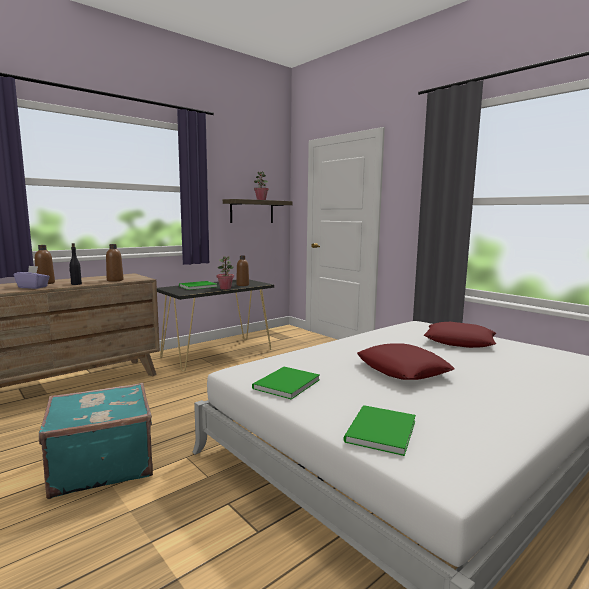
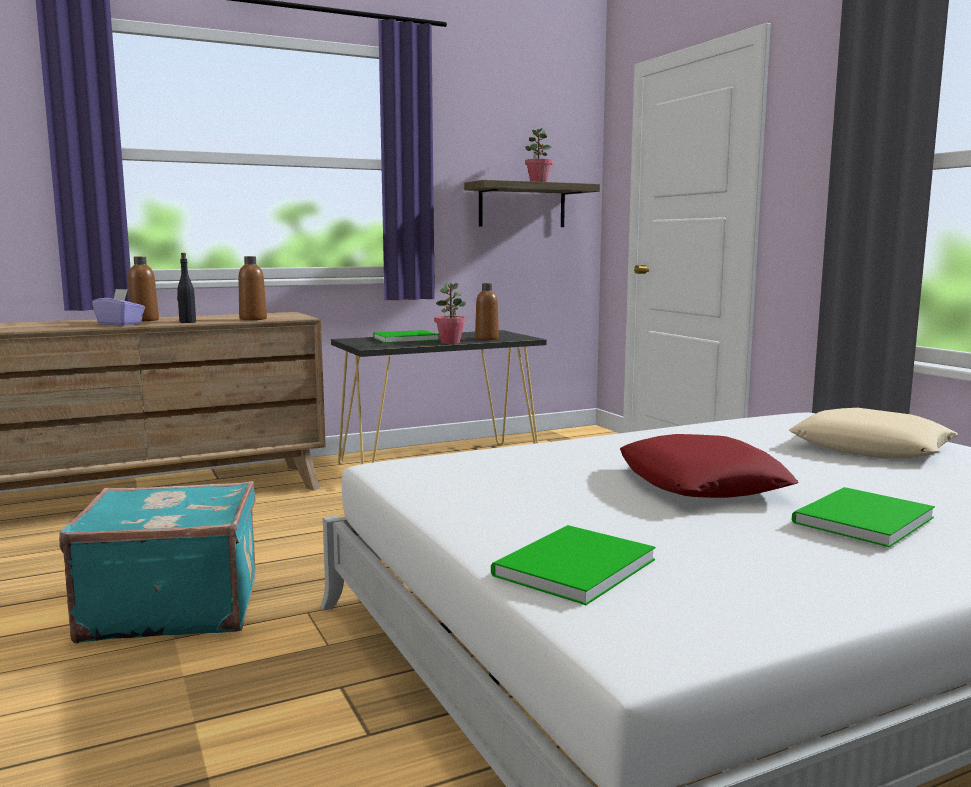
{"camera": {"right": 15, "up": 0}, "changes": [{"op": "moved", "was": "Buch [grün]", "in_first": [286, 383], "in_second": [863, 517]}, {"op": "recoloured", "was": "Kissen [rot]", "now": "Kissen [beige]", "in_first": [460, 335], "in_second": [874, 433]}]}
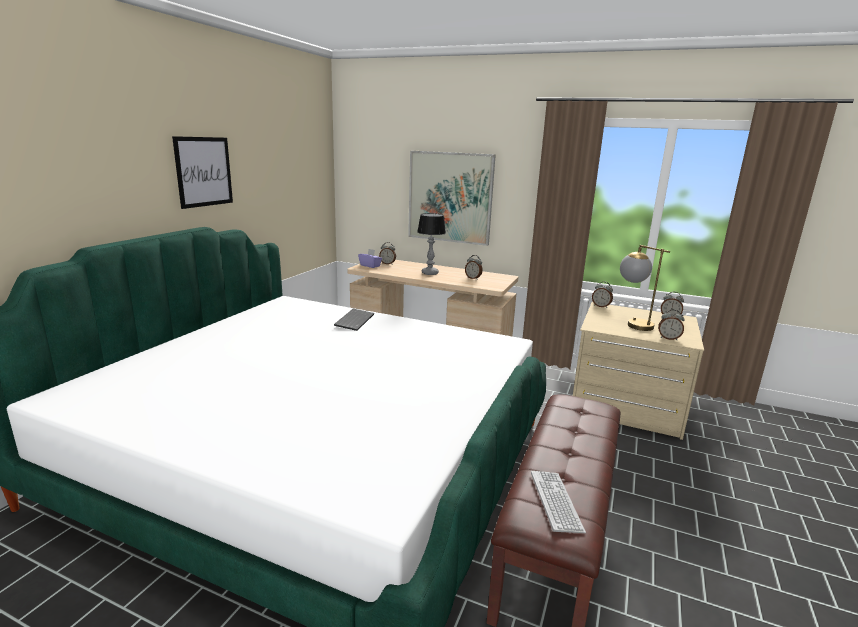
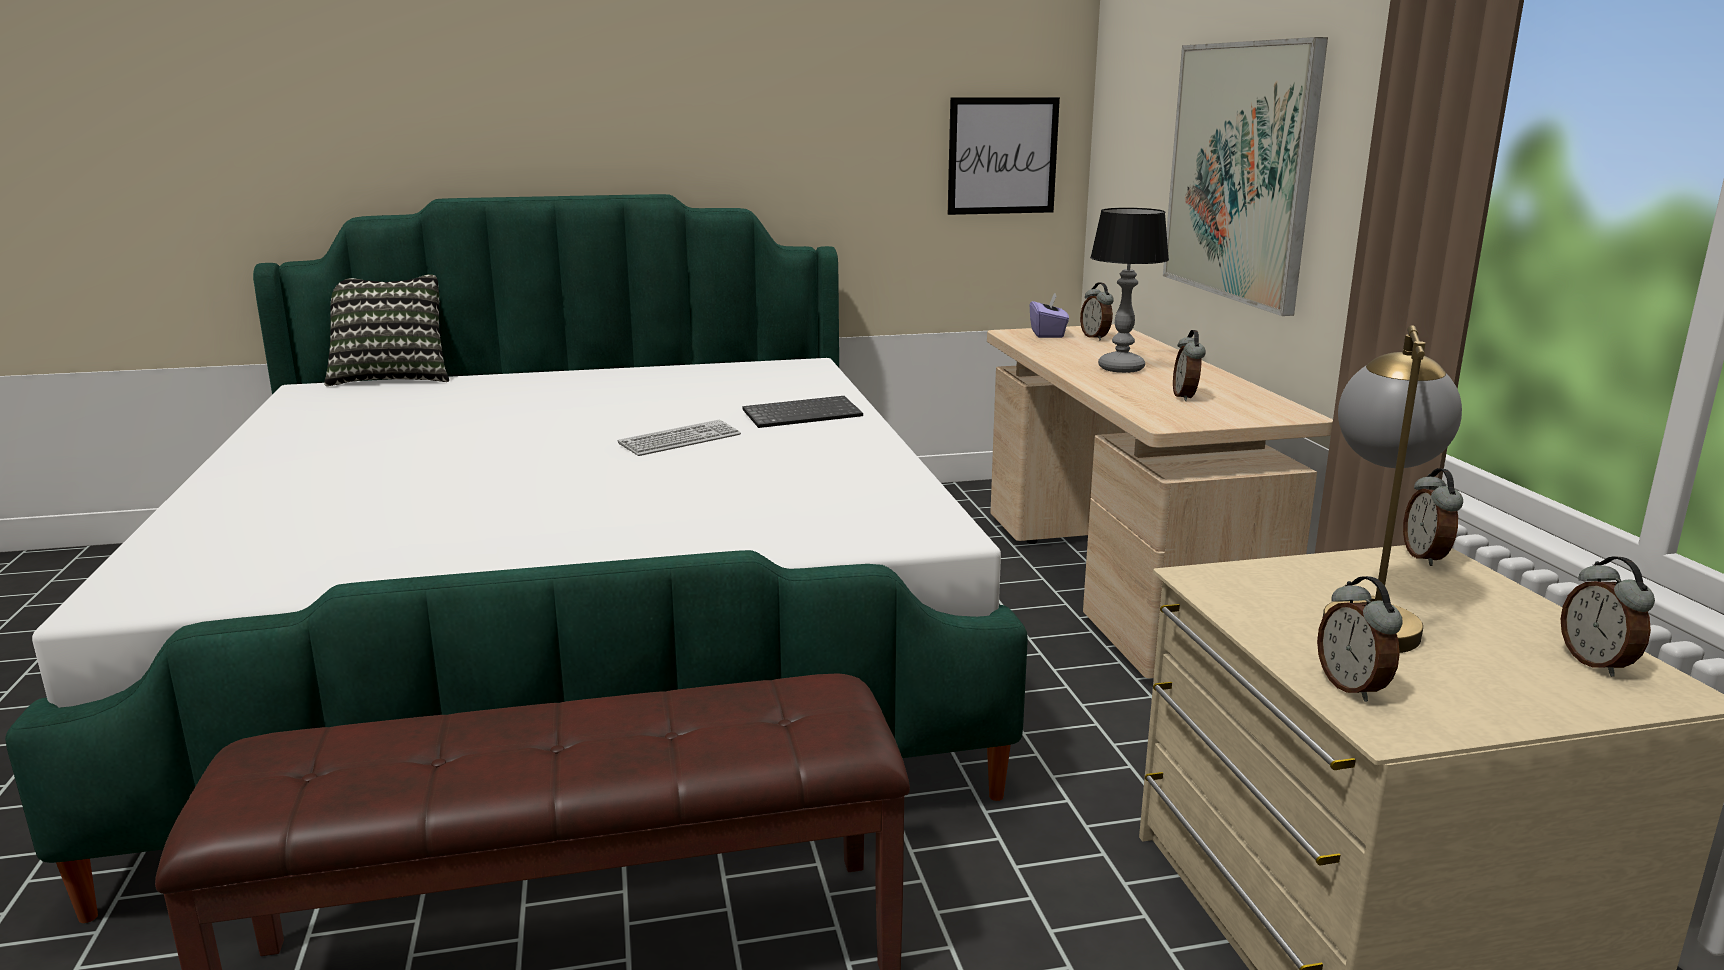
{"camera": {"right": 55, "up": 0}, "changes": [{"op": "moved", "was": "Bild", "in_first": [202, 172], "in_second": [1004, 156]}, {"op": "moved", "was": "Tastatur", "in_first": [558, 502], "in_second": [679, 438]}, {"op": "added", "now": "Kissen", "in_second": [386, 330]}]}
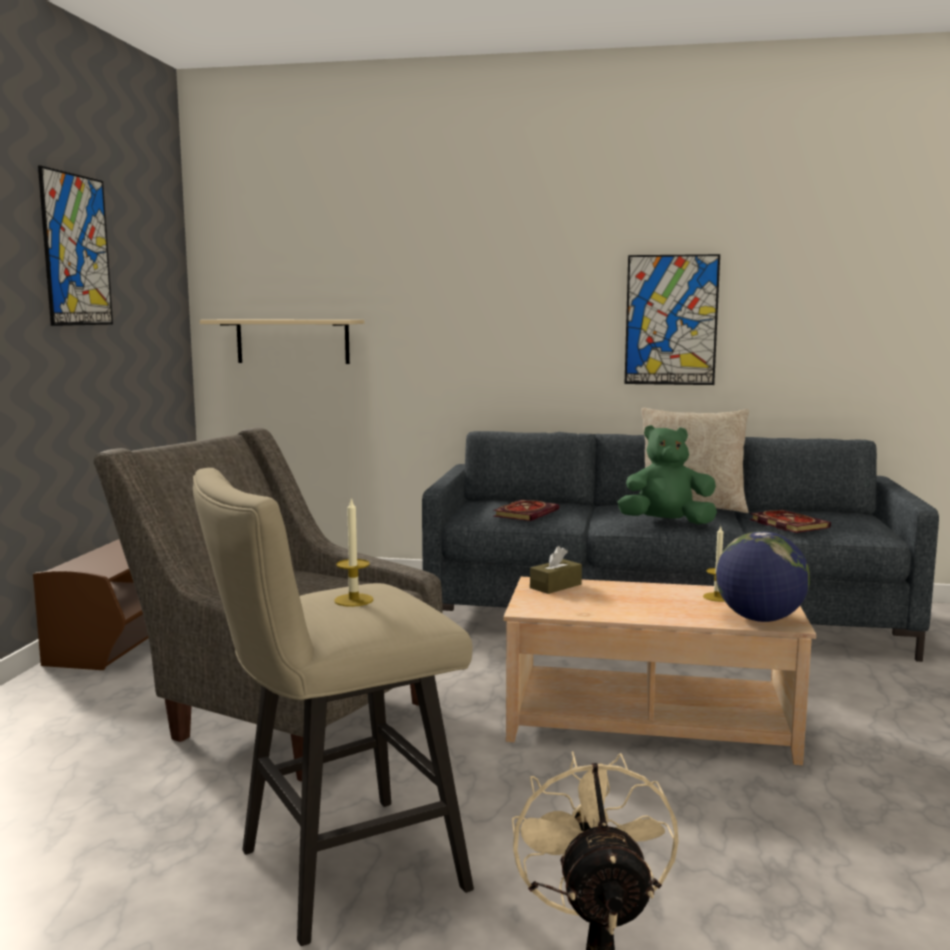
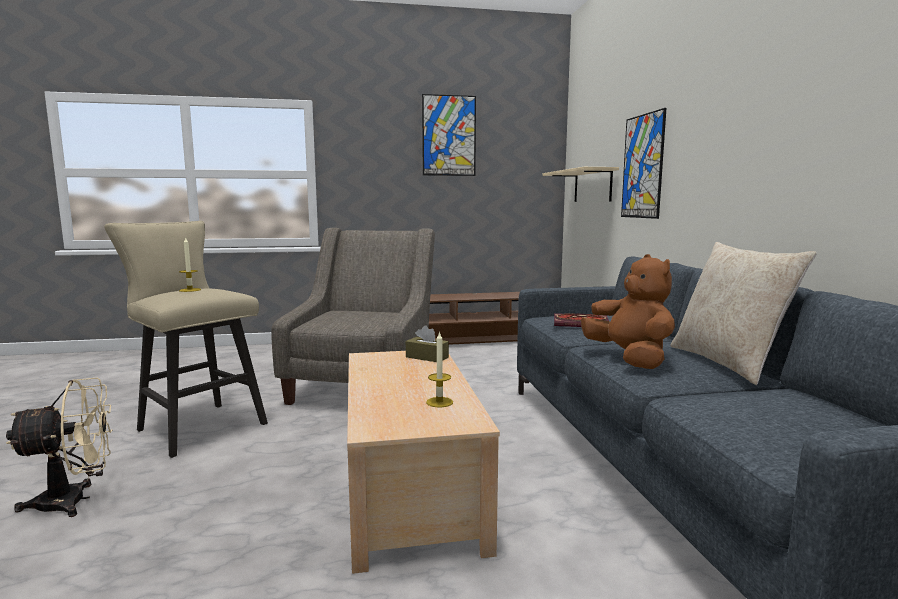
{"camera": {"right": 70, "up": 0}, "changes": [{"op": "recoloured", "was": "Plüschtier [grün]", "now": "Plüschtier [braun]", "in_first": [667, 475], "in_second": [628, 311]}, {"op": "moved", "was": "Bild", "in_first": [672, 319], "in_second": [643, 163]}, {"op": "removed", "was": "Globus", "in_first": [763, 576]}, {"op": "removed", "was": "Buch", "in_first": [790, 521]}]}
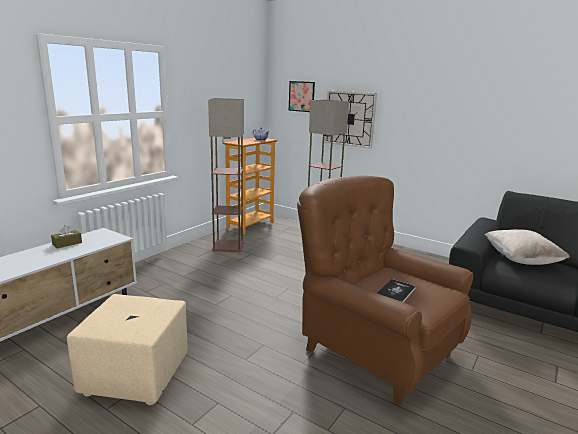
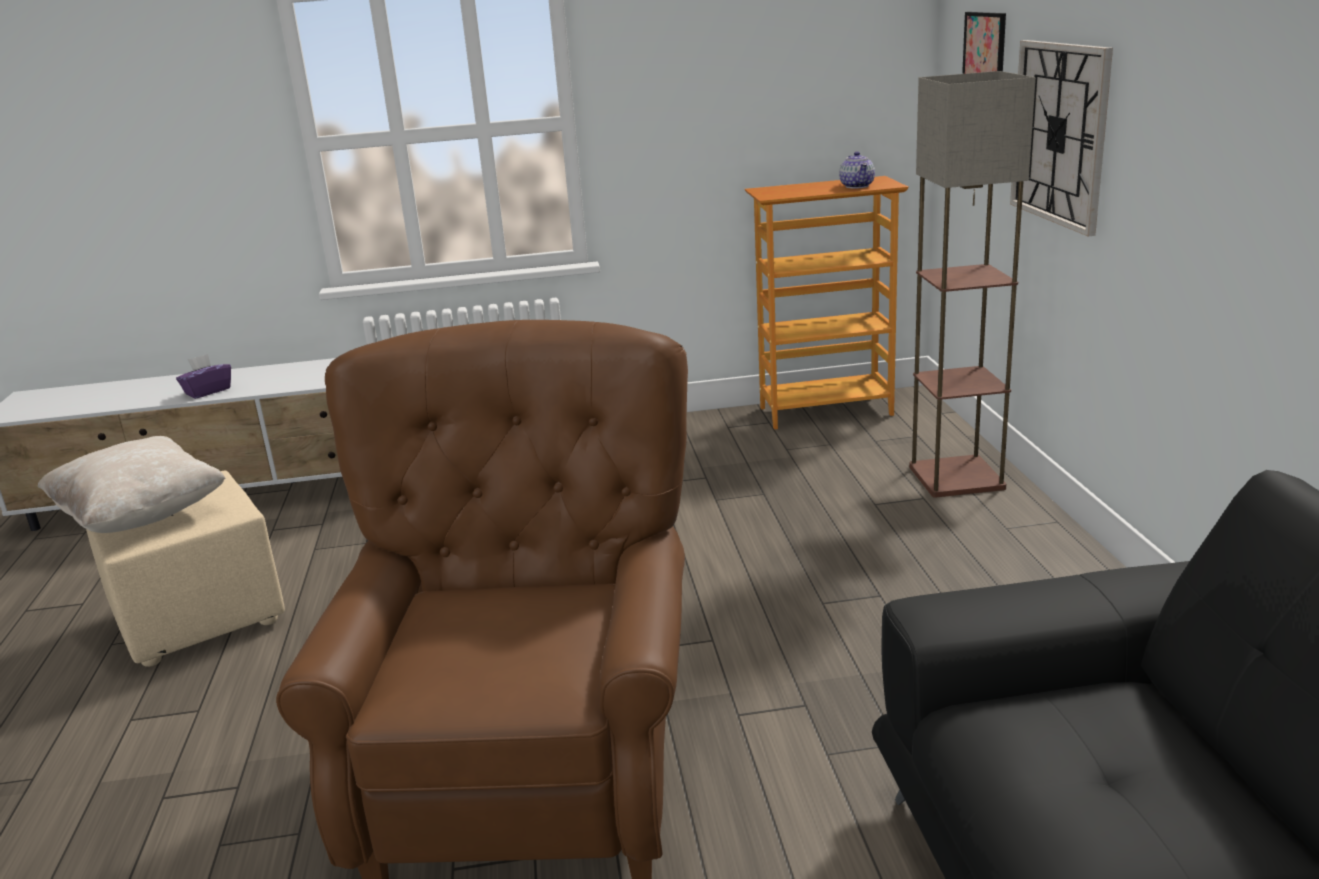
{"camera": {"right": 50, "up": 5}, "changes": [{"op": "removed", "was": "Taschentuchbox [braun]", "in_first": [66, 237]}, {"op": "removed", "was": "Stehlampe", "in_first": [226, 175]}, {"op": "removed", "was": "Buch", "in_first": [396, 290]}, {"op": "moved", "was": "Kissen [beige]", "in_first": [527, 247], "in_second": [131, 484]}, {"op": "added", "now": "Taschentuchbox [lila]", "in_second": [203, 376]}]}
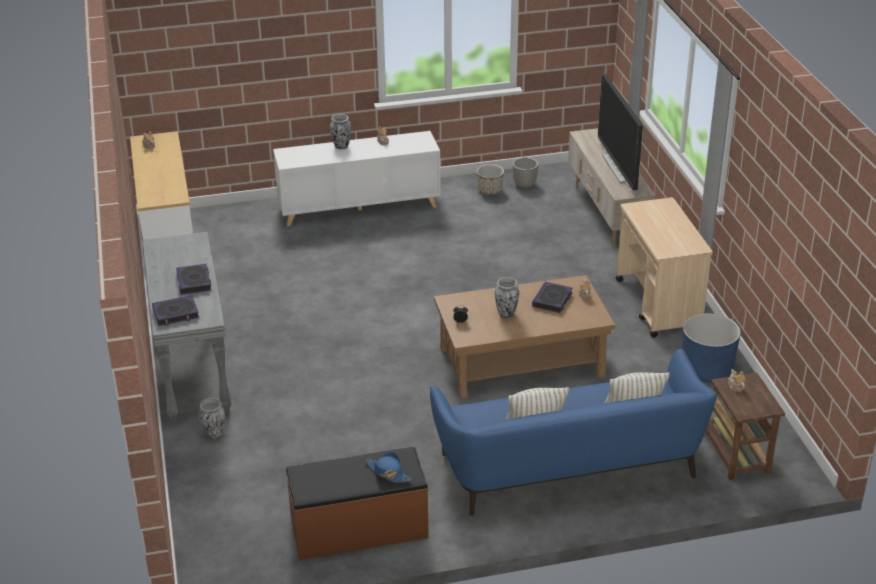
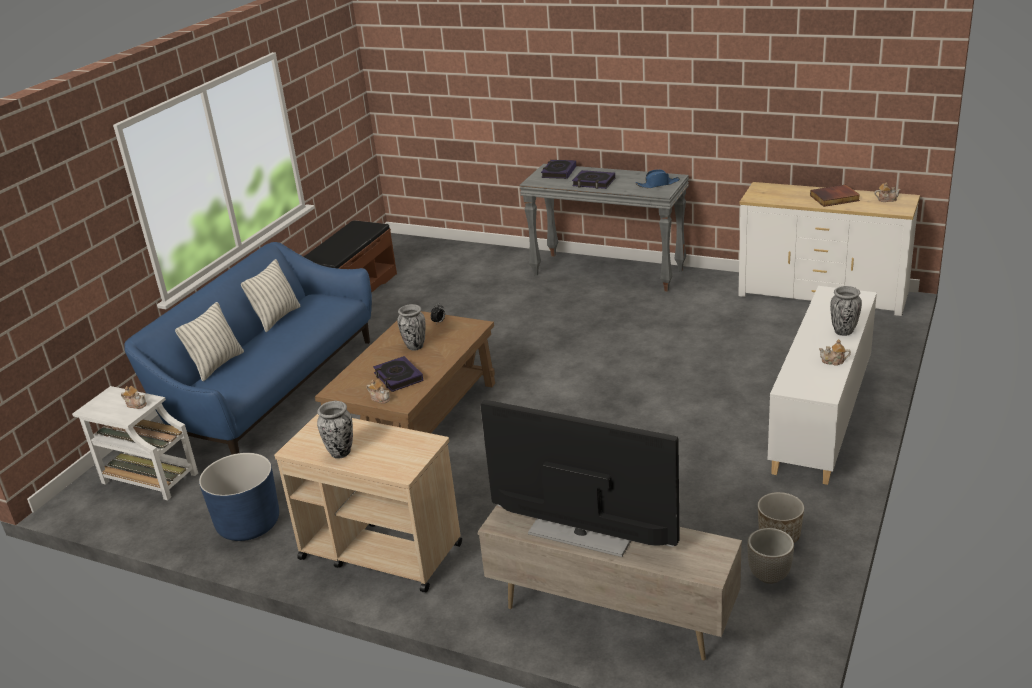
{"camera": {"right": 130, "up": -5}, "changes": [{"op": "moved", "was": "Vase", "in_first": [212, 419], "in_second": [335, 430]}, {"op": "moved", "was": "Hut [blau]", "in_first": [389, 467], "in_second": [657, 178]}, {"op": "recoloured", "was": "Beistelltisch [braun]", "now": "Beistelltisch [weiß]", "in_first": [745, 426], "in_second": [135, 443]}, {"op": "added", "now": "Buch", "in_second": [835, 195]}]}
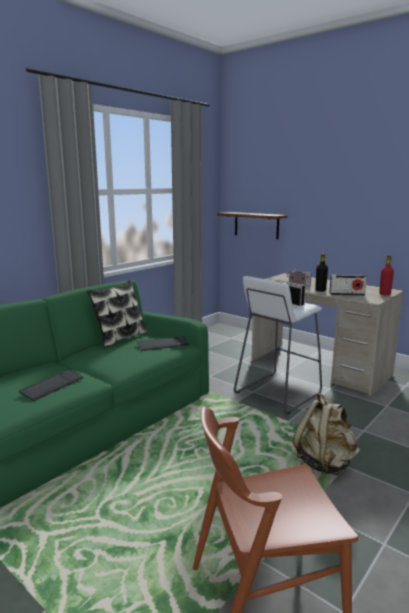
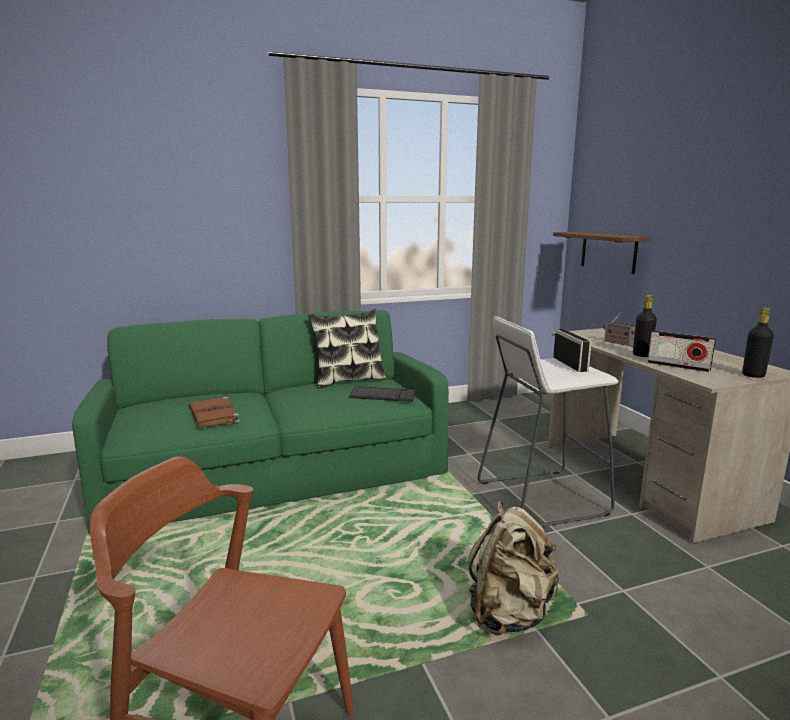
{"camera": {"right": 30, "up": 0}, "changes": [{"op": "replaced", "was": "Tastatur", "now": "Buch [braun]", "in_first": [51, 385], "in_second": [214, 412]}, {"op": "recoloured", "was": "Flasche [rot]", "now": "Flasche [schwarz]", "in_first": [386, 275], "in_second": [758, 343]}]}
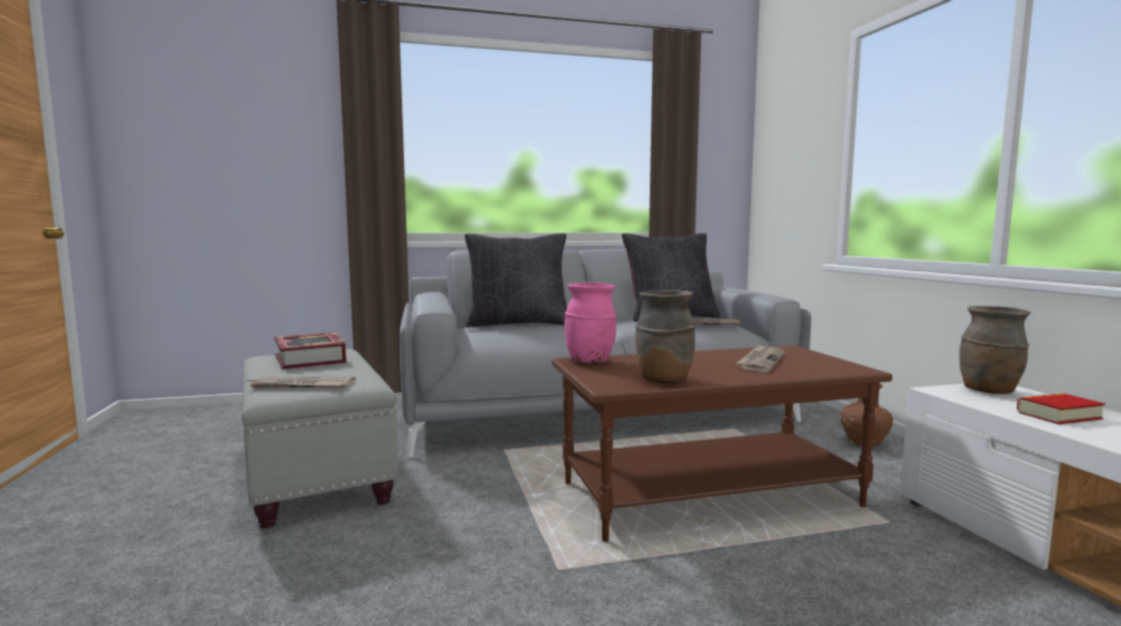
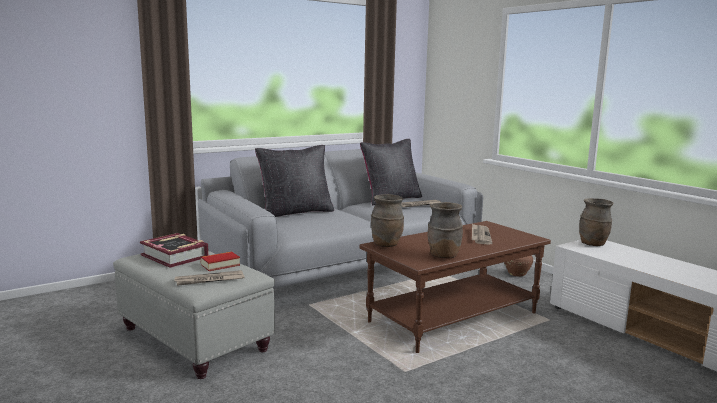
{"camera": {"right": -20, "up": 5}, "changes": [{"op": "recoloured", "was": "Vase [rosa]", "now": "Vase [braun]", "in_first": [590, 322], "in_second": [387, 220]}, {"op": "moved", "was": "Buch", "in_first": [1061, 408], "in_second": [220, 261]}]}
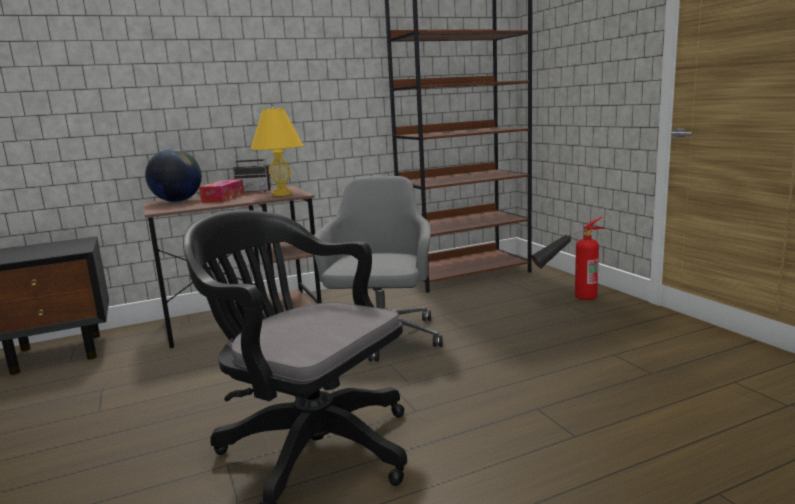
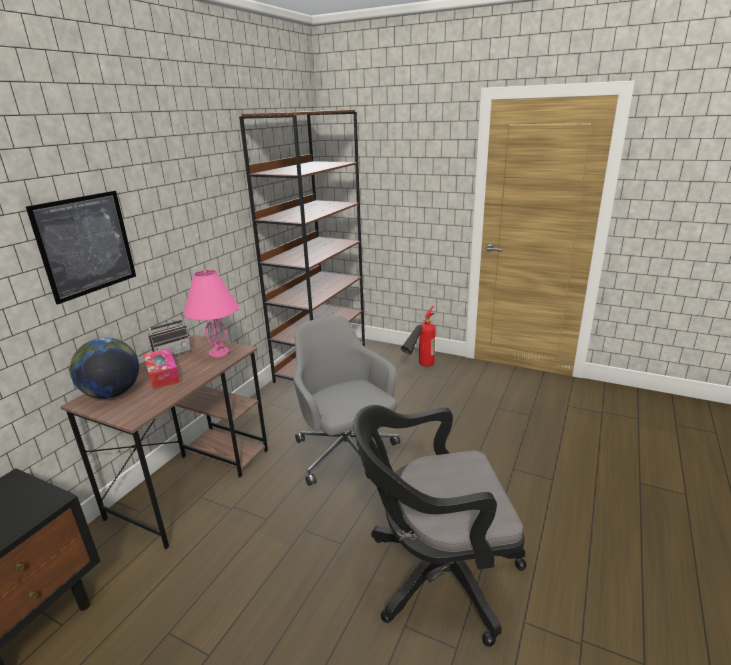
{"camera": {"right": -40, "up": 10}, "changes": [{"op": "recoloured", "was": "Tischlampe [gelb]", "now": "Tischlampe [rosa]", "in_first": [277, 151], "in_second": [211, 314]}, {"op": "added", "now": "Bild", "in_second": [81, 247]}]}
